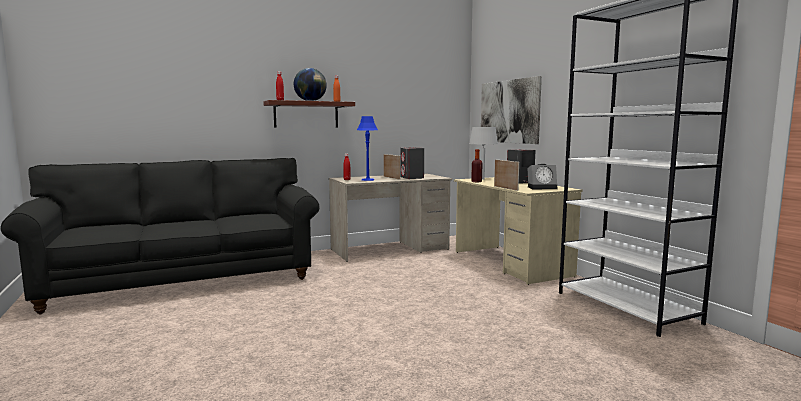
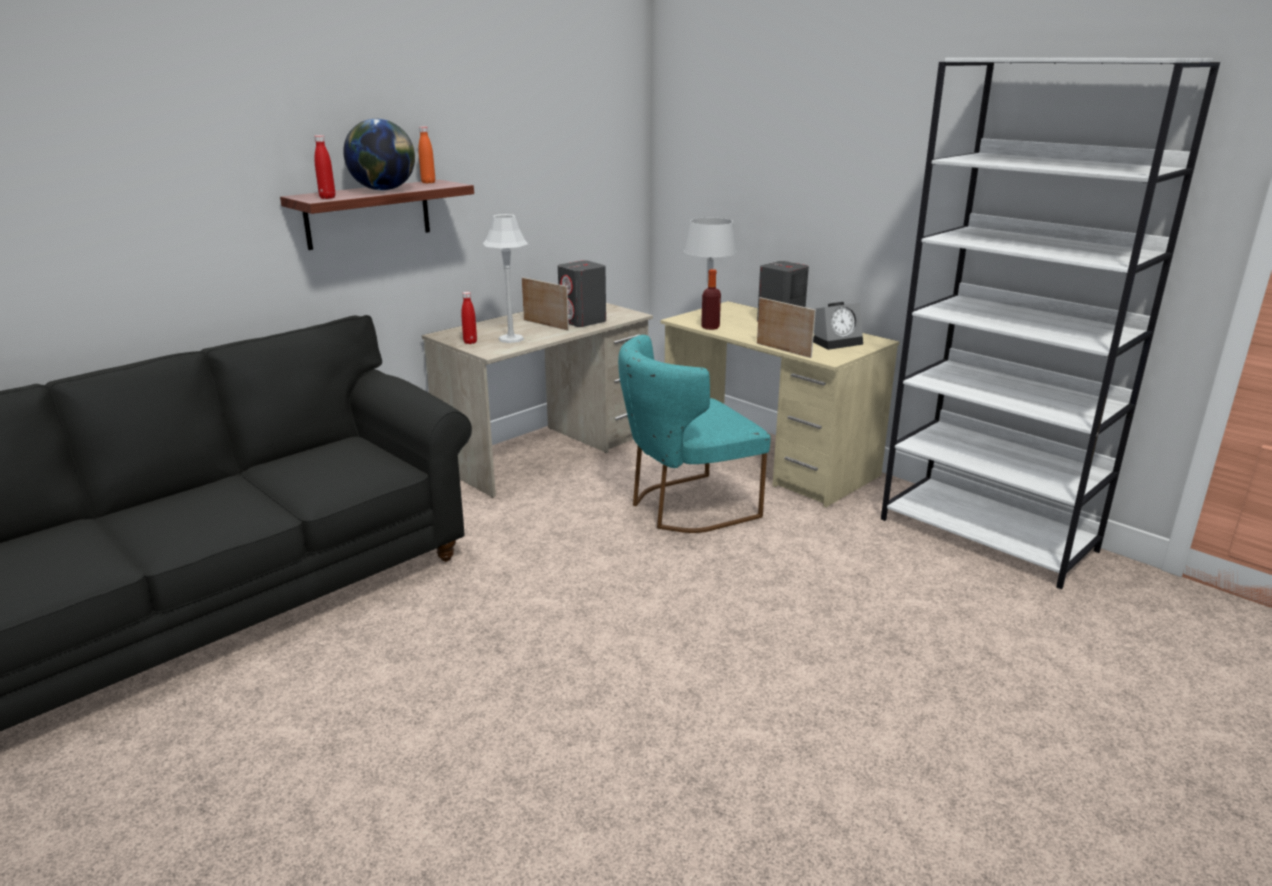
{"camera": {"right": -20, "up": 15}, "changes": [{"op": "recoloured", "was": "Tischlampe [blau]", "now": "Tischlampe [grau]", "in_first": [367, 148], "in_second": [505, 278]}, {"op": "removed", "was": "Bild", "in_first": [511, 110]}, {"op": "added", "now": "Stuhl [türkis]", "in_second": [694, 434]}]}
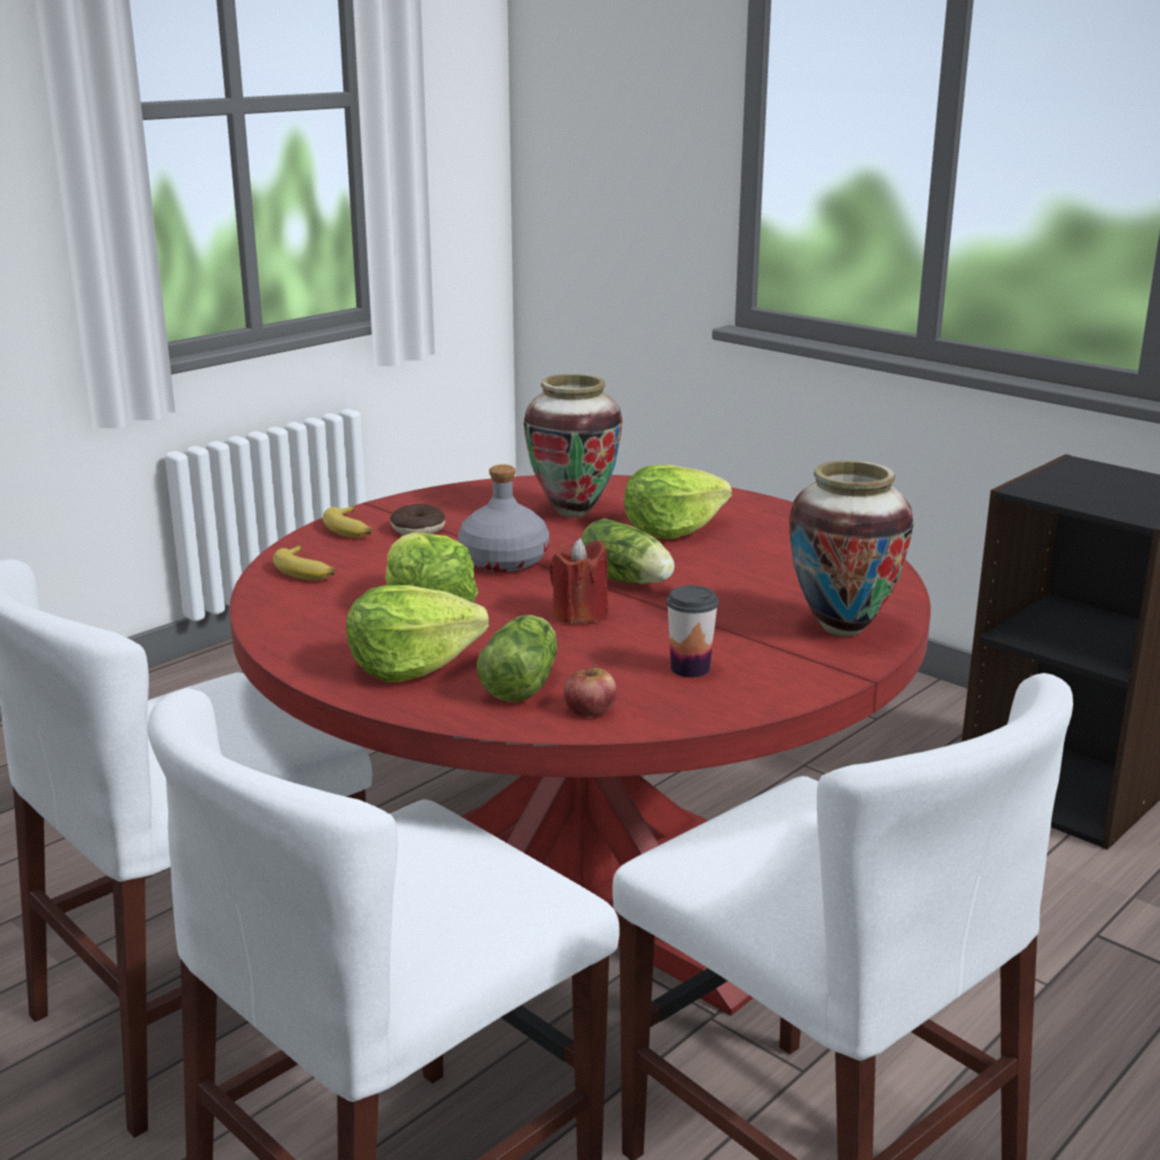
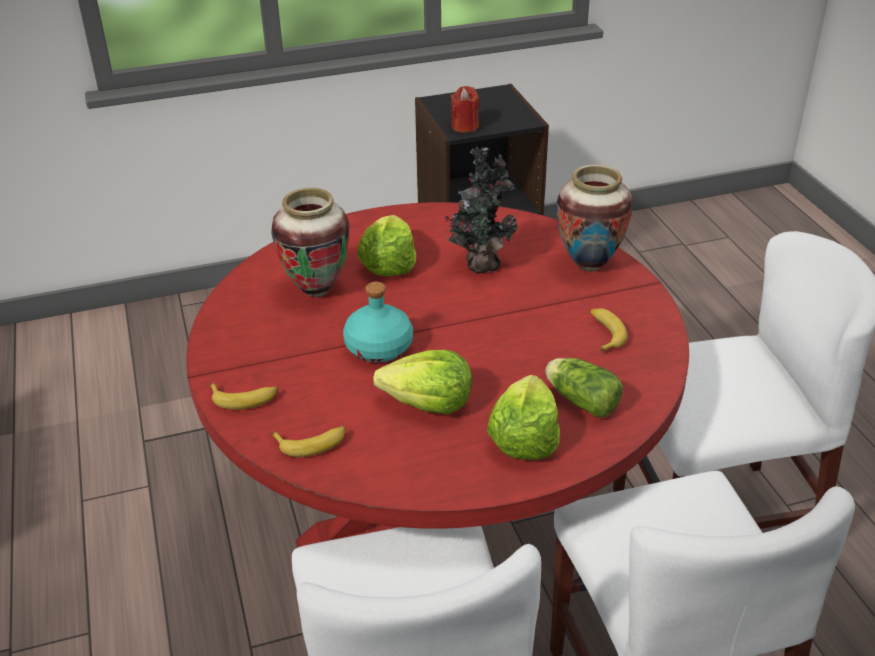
{"camera": {"right": -60, "up": 15}, "changes": [{"op": "removed", "was": "Donut", "in_first": [417, 519]}, {"op": "recoloured", "was": "Flasche [grau]", "now": "Flasche [türkis]", "in_first": [503, 518], "in_second": [378, 322]}, {"op": "moved", "was": "Kerze [rot]", "in_first": [578, 581], "in_second": [465, 109]}, {"op": "removed", "was": "Apfel", "in_first": [590, 690]}, {"op": "removed", "was": "Salatkopf", "in_first": [628, 551]}, {"op": "replaced", "was": "Tasse", "now": "Banane", "in_first": [692, 631], "in_second": [609, 330]}, {"op": "added", "now": "Topfpflanze", "in_second": [481, 209]}]}
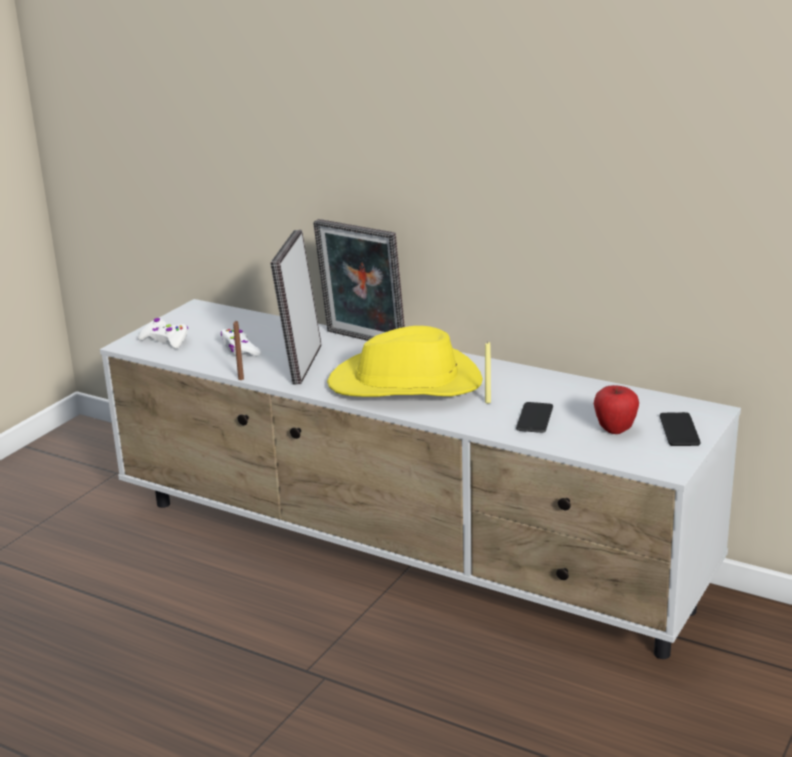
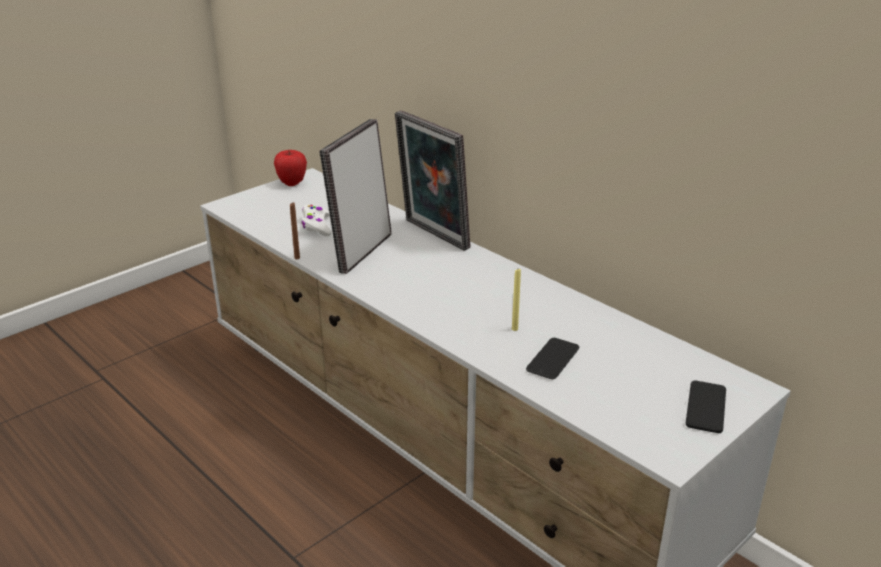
{"camera": {"right": 15, "up": 5}, "changes": [{"op": "removed", "was": "Gamepad [weiß]", "in_first": [163, 333]}, {"op": "removed", "was": "Hut [gelb]", "in_first": [405, 361]}, {"op": "moved", "was": "Apfel", "in_first": [616, 409], "in_second": [290, 168]}]}
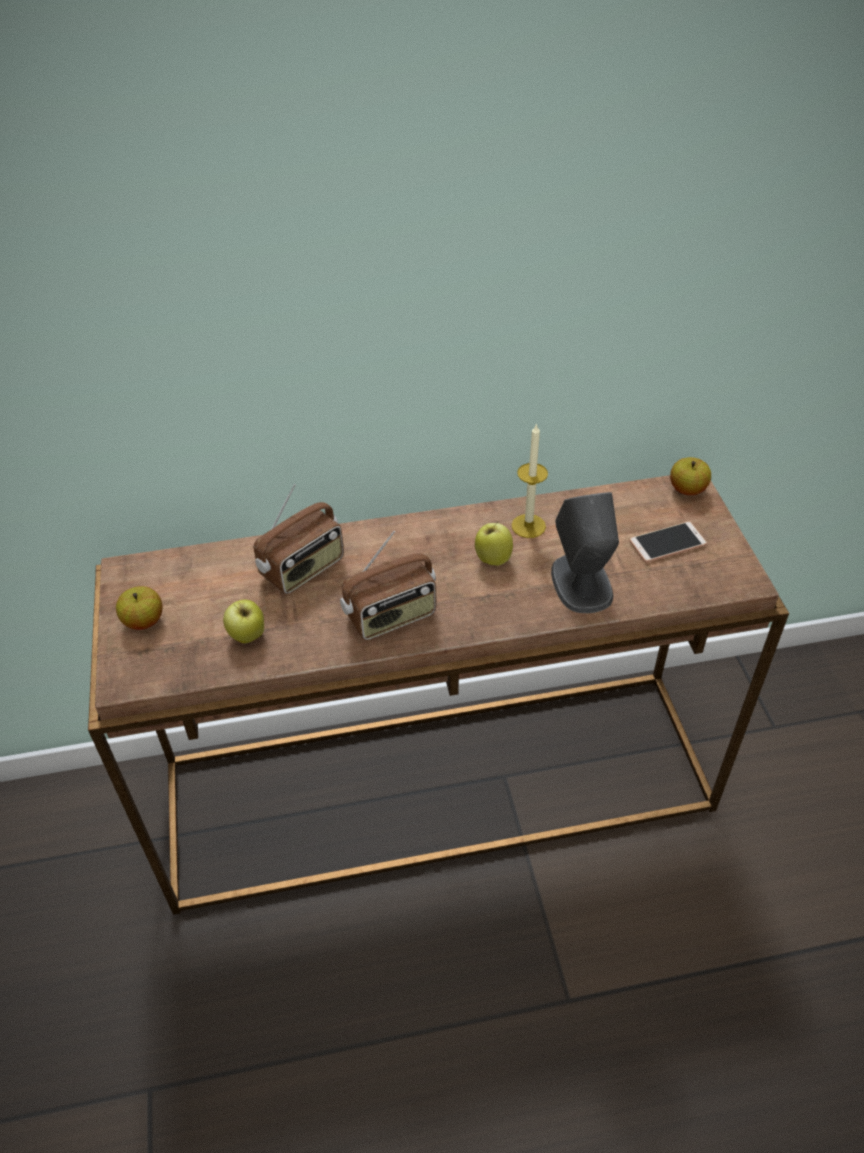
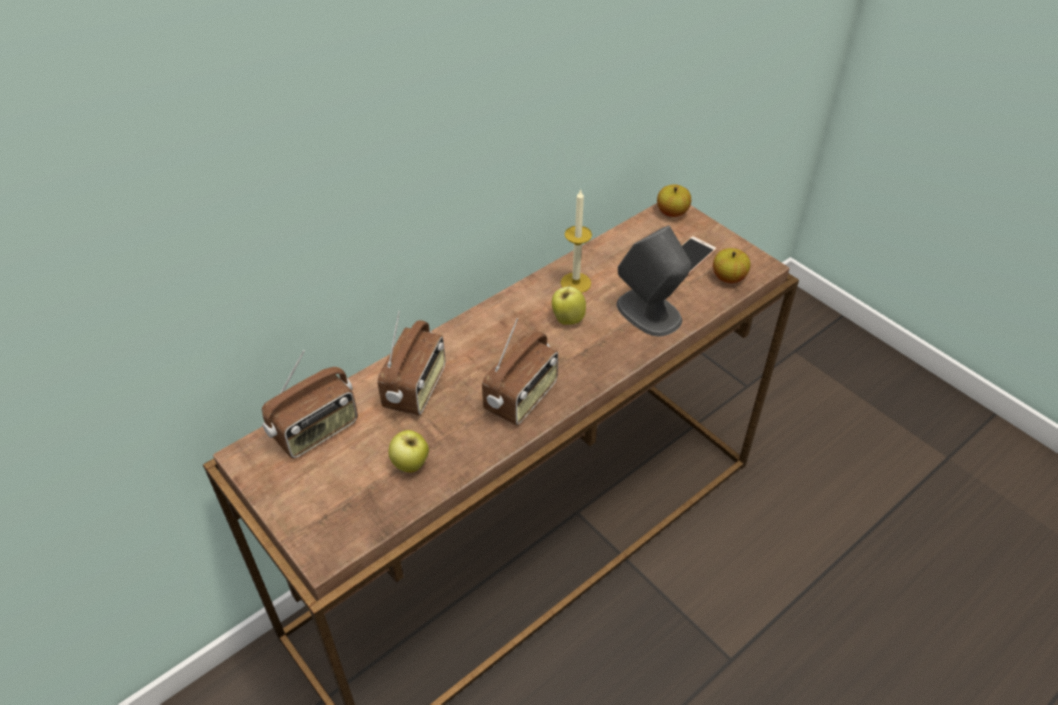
{"camera": {"right": -30, "up": 0}, "changes": [{"op": "moved", "was": "Apfel", "in_first": [139, 608], "in_second": [731, 265]}, {"op": "added", "now": "Radio", "in_second": [310, 404]}]}
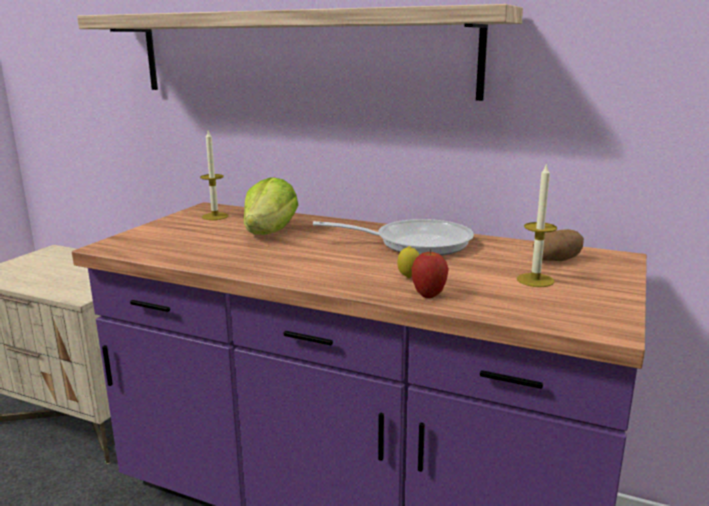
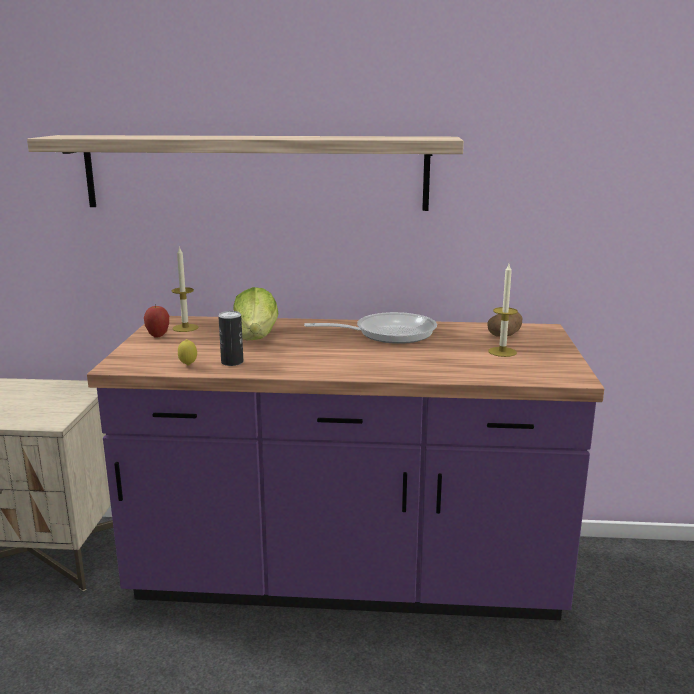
{"camera": {"right": -20, "up": 0}, "changes": [{"op": "moved", "was": "Zitrone", "in_first": [408, 262], "in_second": [187, 352]}, {"op": "moved", "was": "Apfel", "in_first": [430, 273], "in_second": [156, 321]}, {"op": "added", "now": "Dose", "in_second": [230, 338]}]}
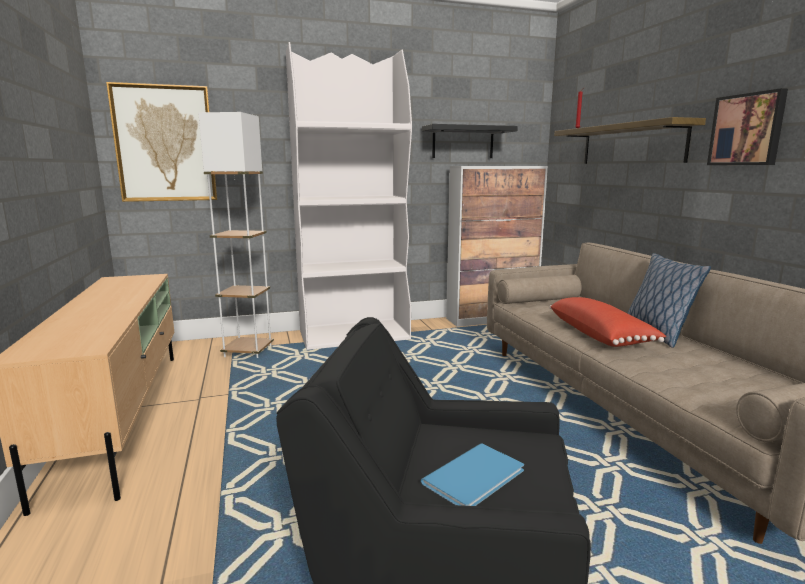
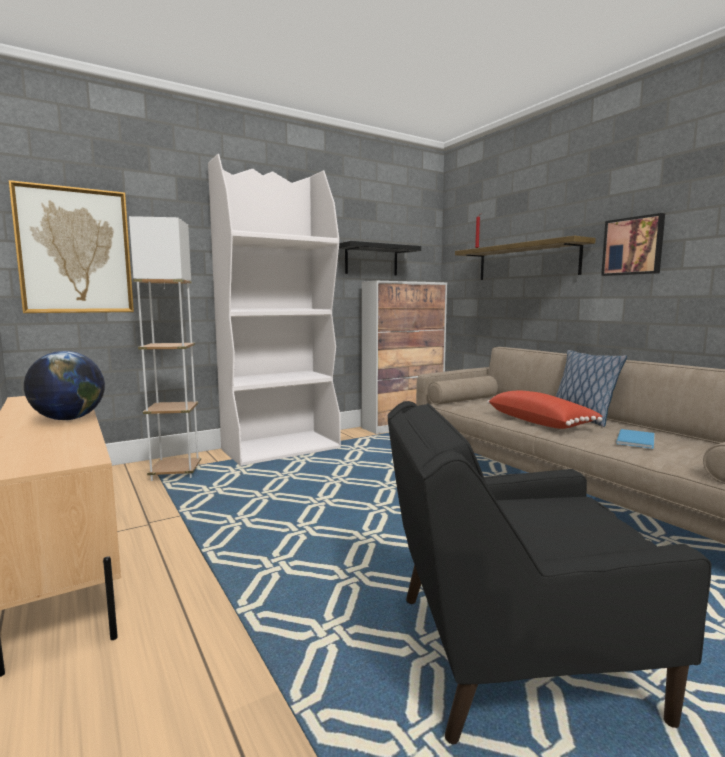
{"camera": {"right": -15, "up": -5}, "changes": [{"op": "moved", "was": "Buch [blau]", "in_first": [472, 474], "in_second": [635, 439]}, {"op": "added", "now": "Globus", "in_second": [64, 385]}]}
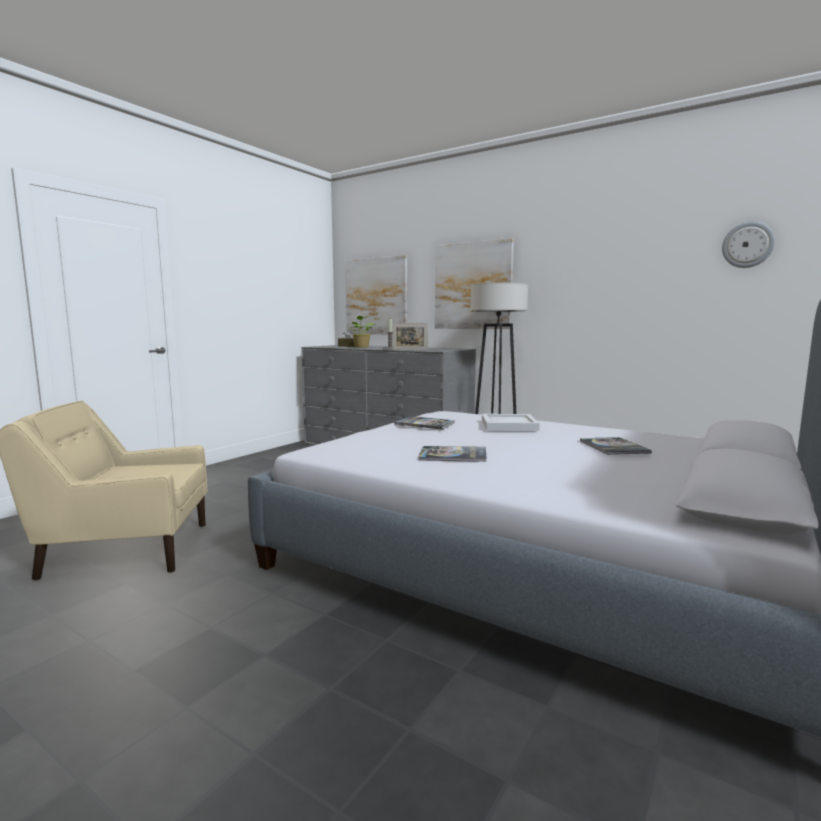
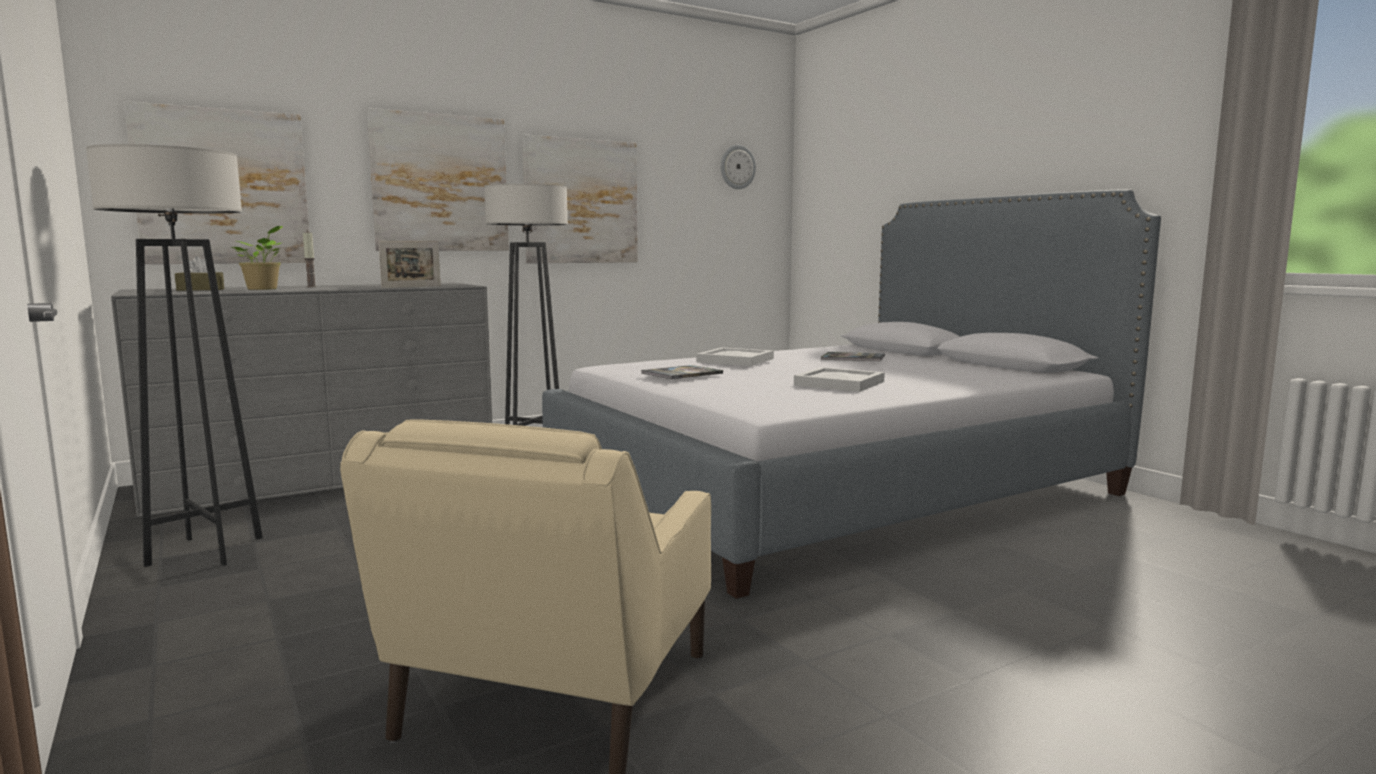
{"camera": {"right": -65, "up": 0}, "changes": [{"op": "replaced", "was": "Buch", "now": "Tablett [weiß]", "in_first": [452, 454], "in_second": [839, 379]}, {"op": "added", "now": "Stehlampe [grau]", "in_second": [174, 355]}, {"op": "added", "now": "Bild", "in_second": [580, 199]}]}
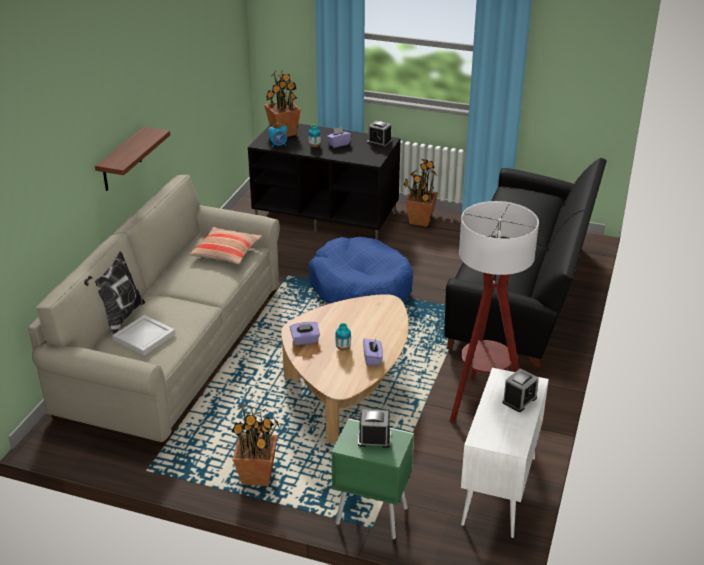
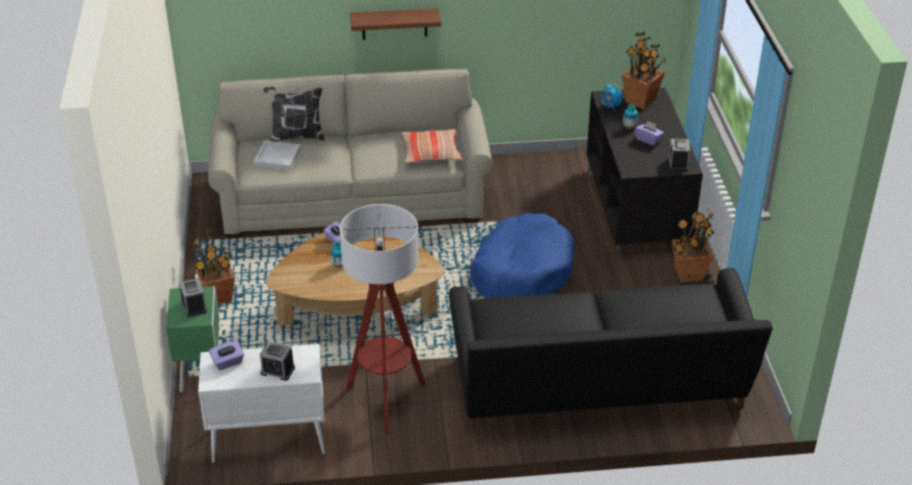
{"camera": {"right": 65, "up": 5}, "changes": [{"op": "moved", "was": "Taschentuchbox [lila]", "in_first": [373, 352], "in_second": [226, 355]}]}
